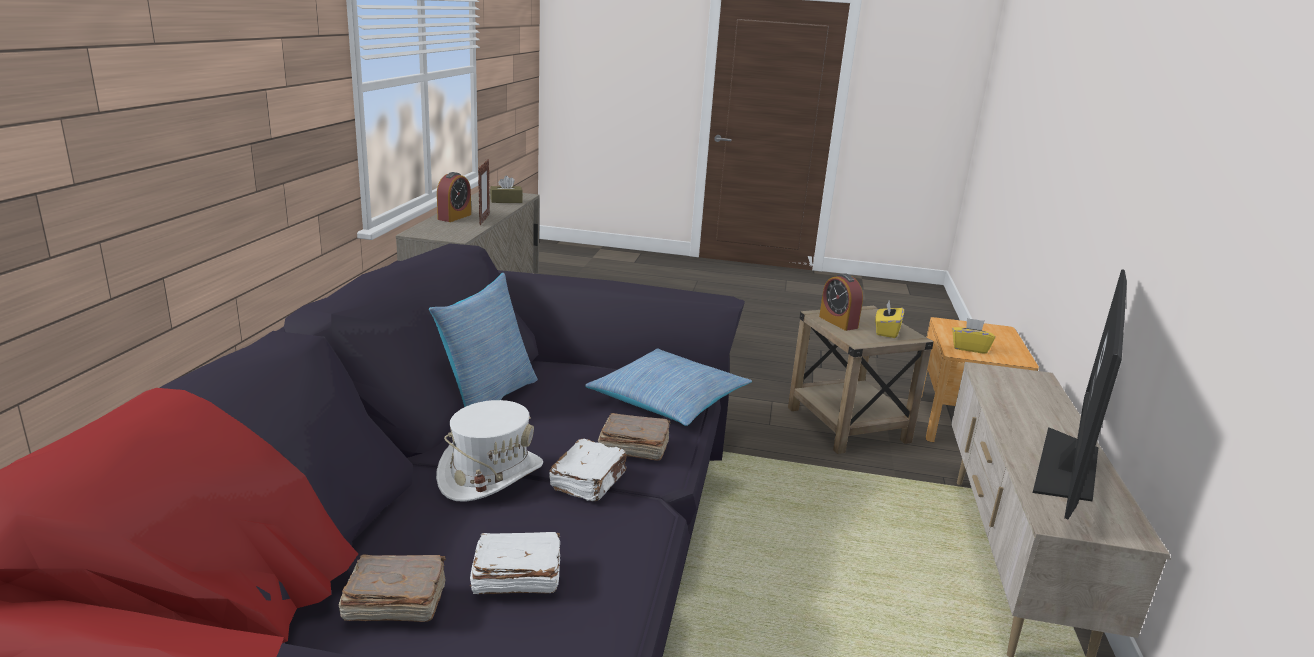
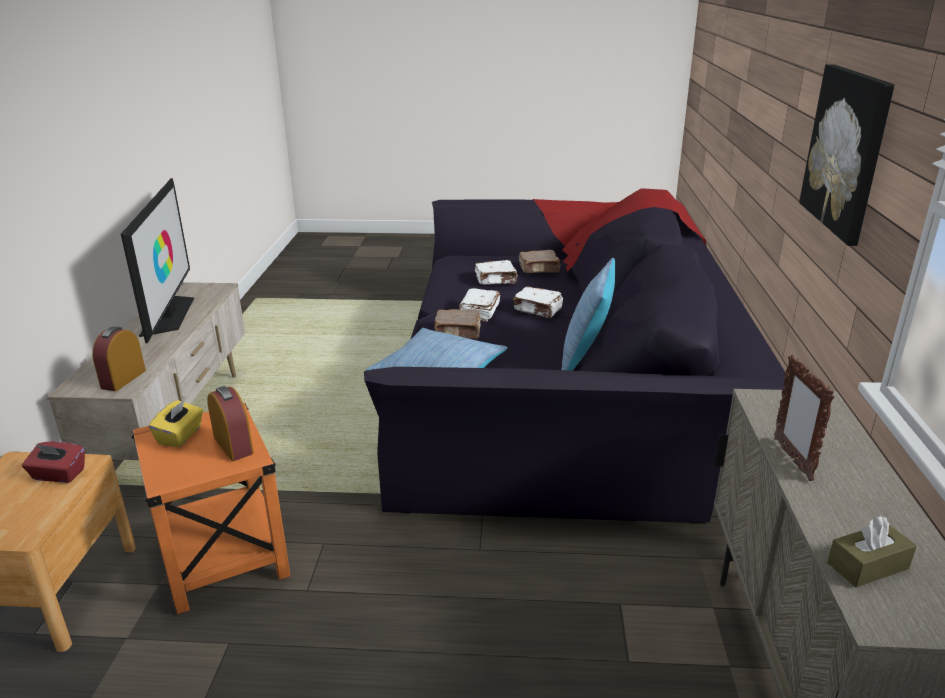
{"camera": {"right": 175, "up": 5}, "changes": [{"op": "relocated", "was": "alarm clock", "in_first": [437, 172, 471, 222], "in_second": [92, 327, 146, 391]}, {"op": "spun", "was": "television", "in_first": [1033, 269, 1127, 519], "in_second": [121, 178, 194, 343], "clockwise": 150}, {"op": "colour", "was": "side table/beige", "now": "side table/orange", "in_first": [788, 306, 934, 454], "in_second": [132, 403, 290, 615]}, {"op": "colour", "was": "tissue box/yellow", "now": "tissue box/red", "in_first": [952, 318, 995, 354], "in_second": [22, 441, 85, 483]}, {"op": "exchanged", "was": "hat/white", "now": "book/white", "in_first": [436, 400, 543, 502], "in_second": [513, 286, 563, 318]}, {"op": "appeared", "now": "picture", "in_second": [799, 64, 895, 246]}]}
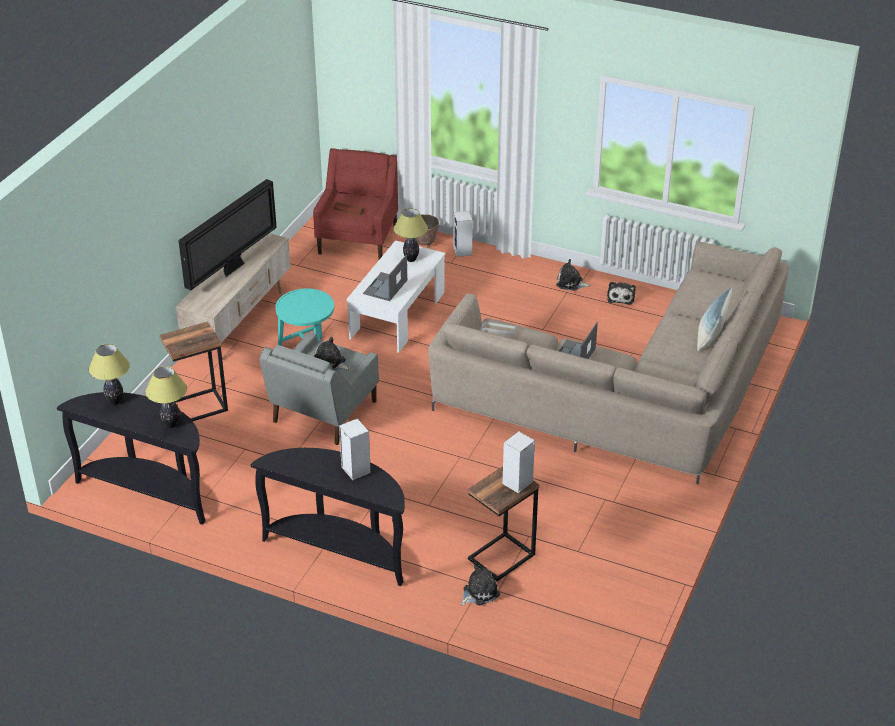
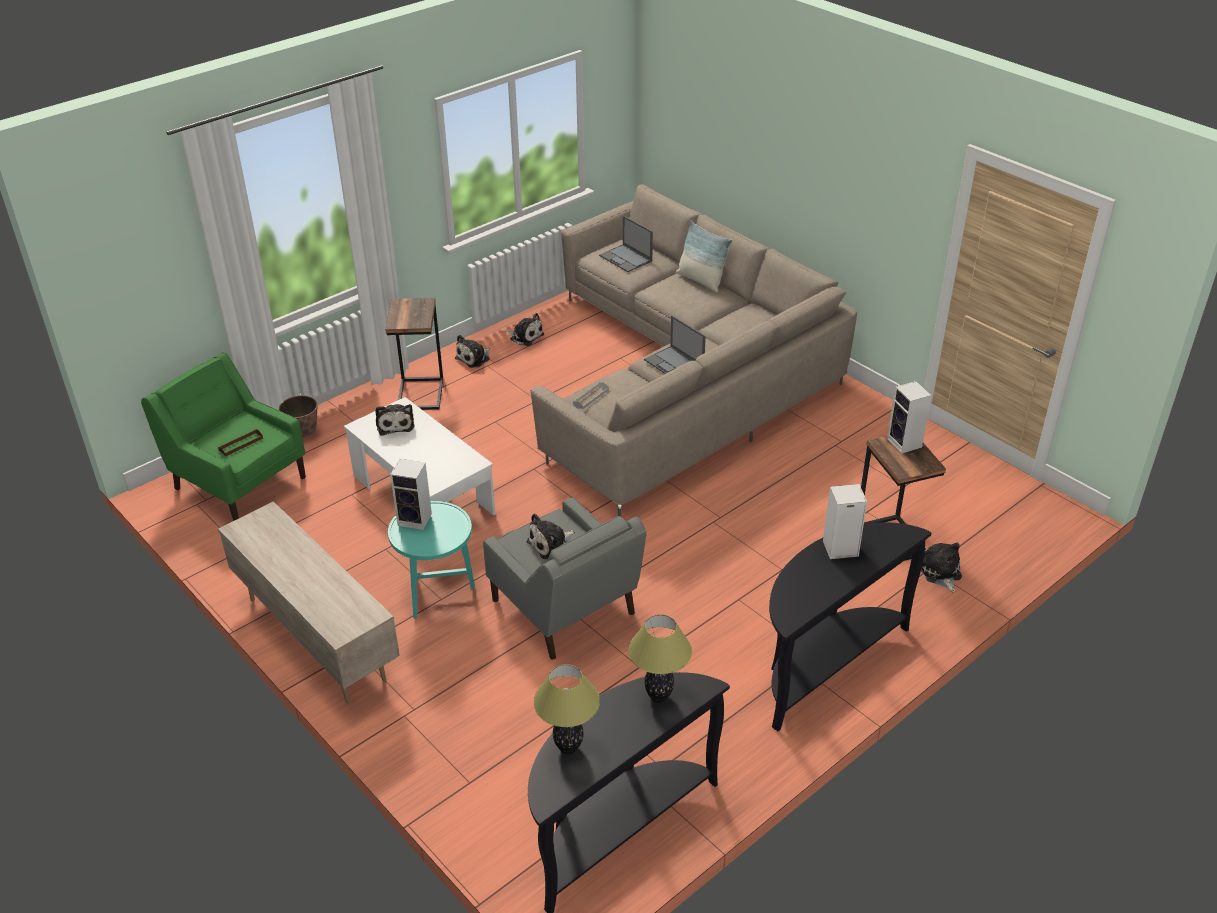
{"camera": {"right": -65, "up": 0}, "changes": [{"op": "colour", "was": "armchair/red", "now": "armchair/green", "in_first": [313, 148, 398, 259], "in_second": [141, 352, 306, 521]}, {"op": "missing", "was": "television", "in_first": [178, 179, 277, 290]}, {"op": "exchanged", "was": "table lamp", "now": "plush toy", "in_first": [394, 208, 428, 262], "in_second": [375, 404, 414, 436]}, {"op": "relocated", "was": "speaker", "in_first": [453, 211, 473, 257], "in_second": [390, 459, 432, 530]}, {"op": "relocated", "was": "laptop", "in_first": [363, 255, 407, 301], "in_second": [599, 215, 653, 272]}, {"op": "relocated", "was": "side table", "in_first": [160, 322, 228, 421], "in_second": [385, 298, 443, 410]}]}
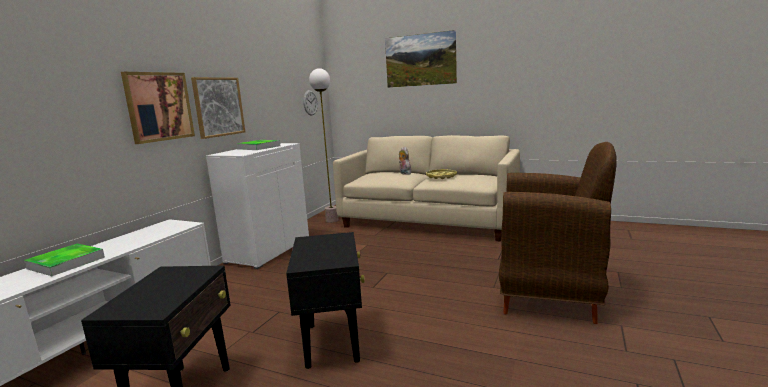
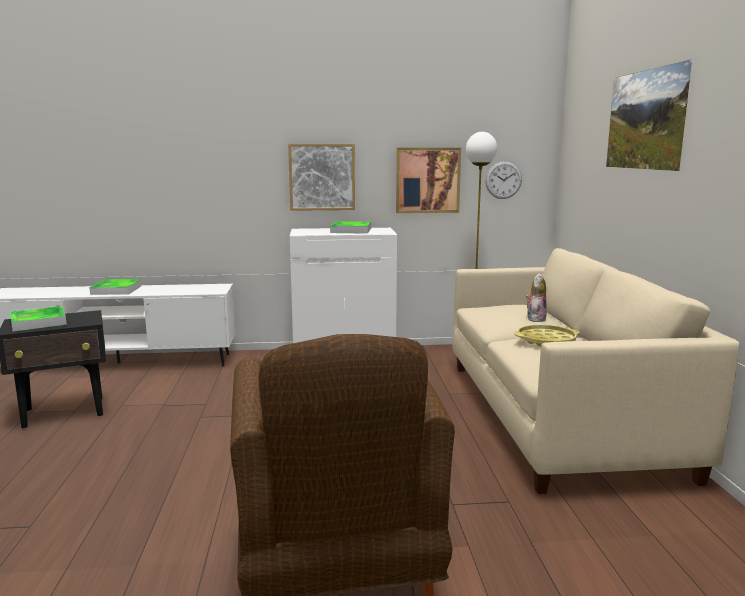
{"camera": {"right": 60, "up": 0}, "changes": [{"op": "relocated", "was": "picture", "in_first": [121, 72, 195, 144], "in_second": [396, 148, 461, 213]}, {"op": "missing", "was": "side table/black", "in_first": [286, 232, 365, 369]}, {"op": "appeared", "now": "tray", "in_second": [10, 306, 67, 332]}]}
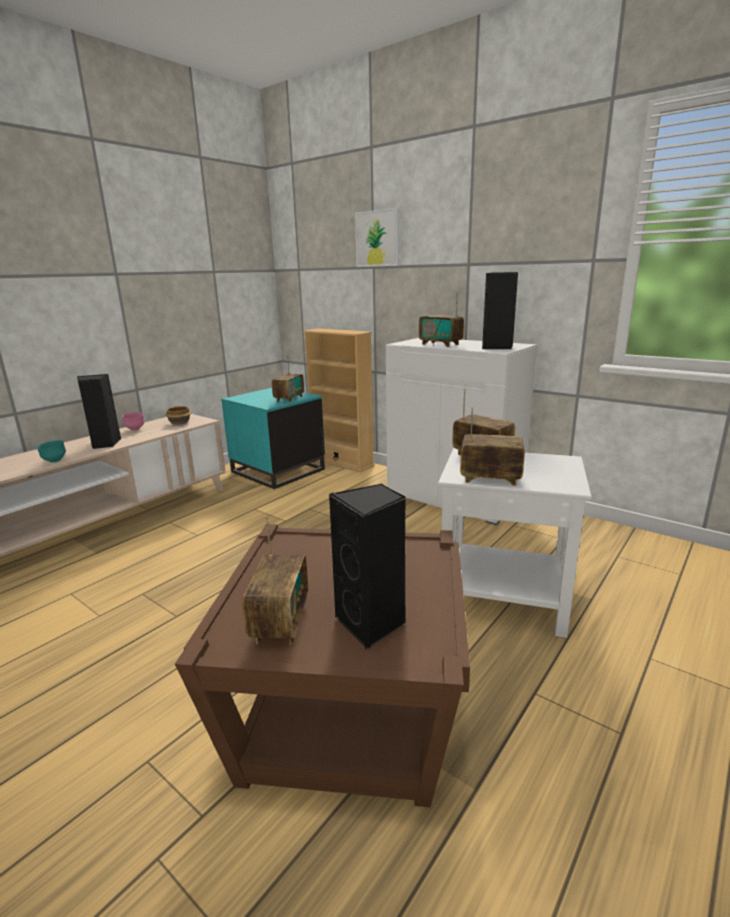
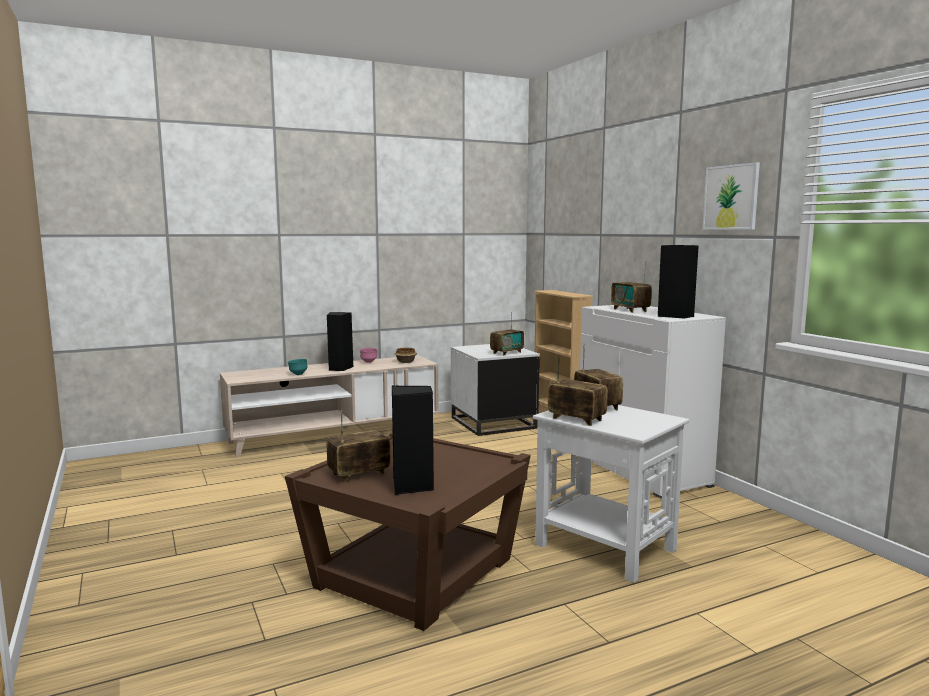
{"camera": {"right": 25, "up": -10}, "changes": [{"op": "relocated", "was": "picture", "in_first": [355, 208, 399, 267], "in_second": [703, 162, 760, 230]}, {"op": "colour", "was": "side table/turquoise", "now": "side table/white", "in_first": [221, 388, 325, 489], "in_second": [451, 344, 540, 436]}, {"op": "spun", "was": "radio", "in_first": [242, 516, 308, 645], "in_second": [327, 410, 391, 483], "clockwise": -150}]}
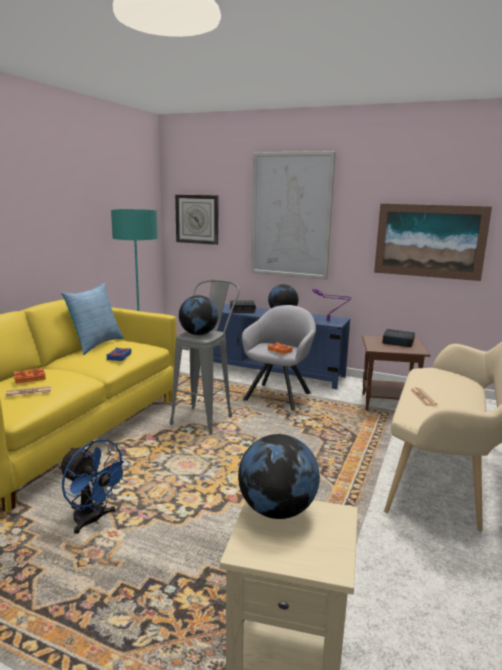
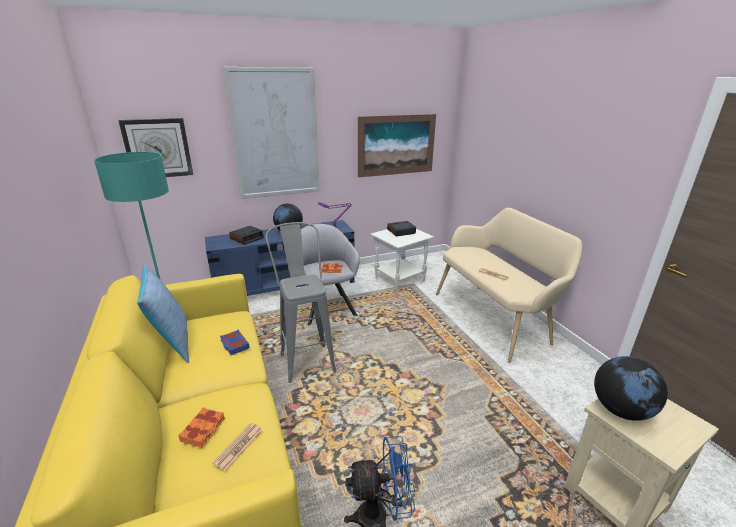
{"camera": {"right": -45, "up": 10}, "changes": [{"op": "missing", "was": "globe", "in_first": [179, 295, 218, 335]}, {"op": "colour", "was": "side table/brown", "now": "side table/white", "in_first": [362, 336, 430, 411], "in_second": [370, 229, 434, 292]}]}
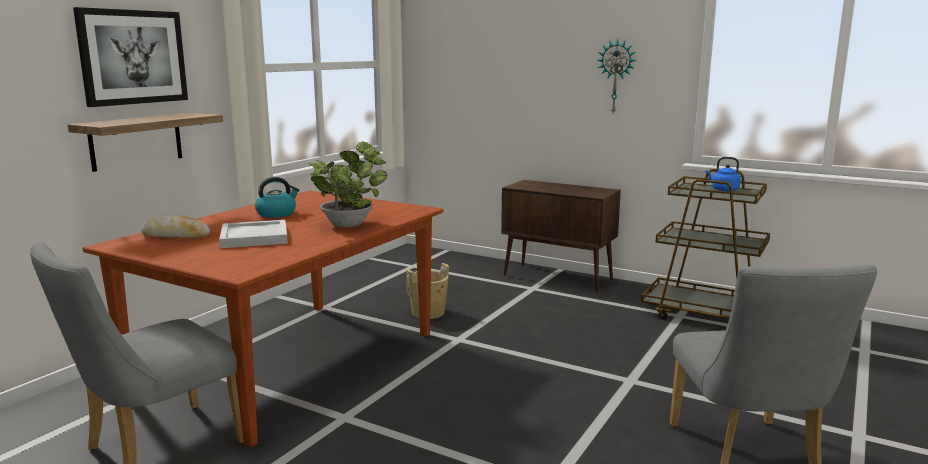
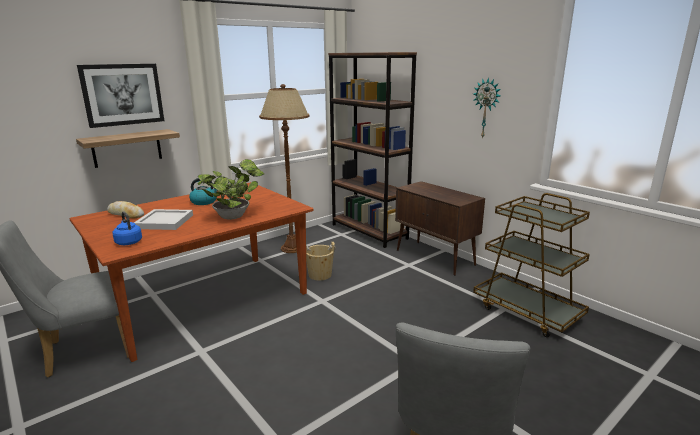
{"camera": {"right": 20, "up": 5}, "changes": [{"op": "relocated", "was": "kettle/blue", "in_first": [706, 157, 741, 191], "in_second": [112, 211, 142, 245]}, {"op": "appeared", "now": "bookcase/brown", "in_second": [328, 52, 417, 248]}, {"op": "appeared", "now": "floor lamp/brown", "in_second": [259, 84, 310, 253]}]}
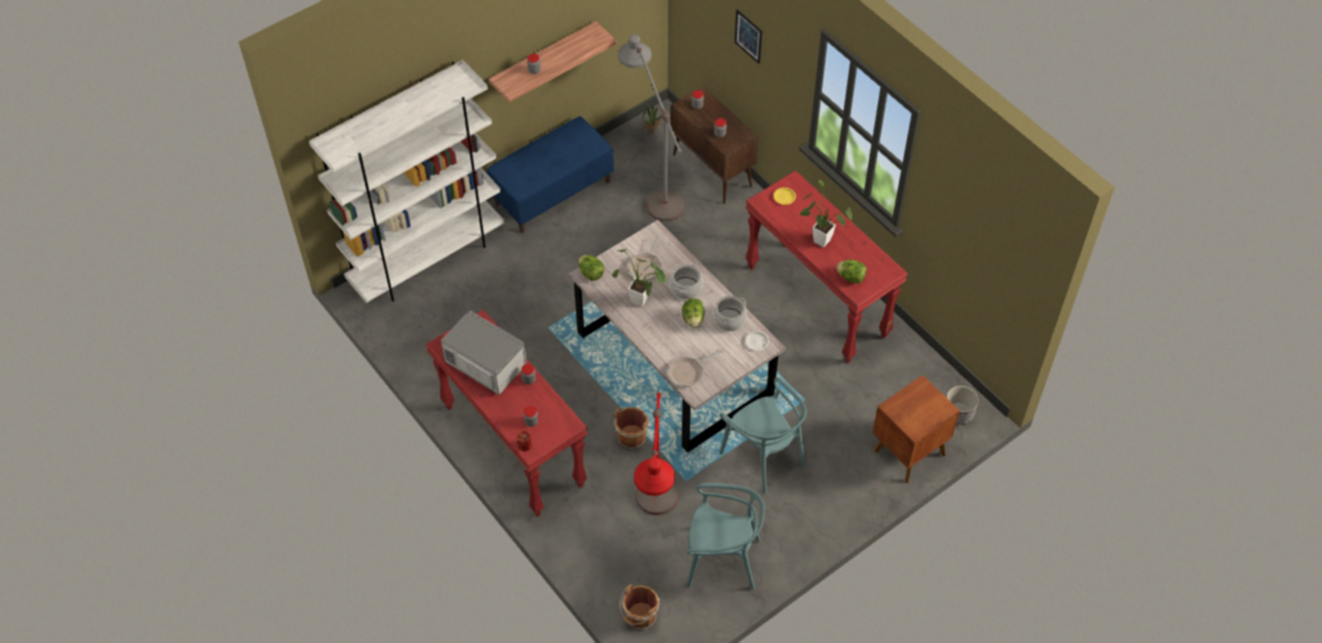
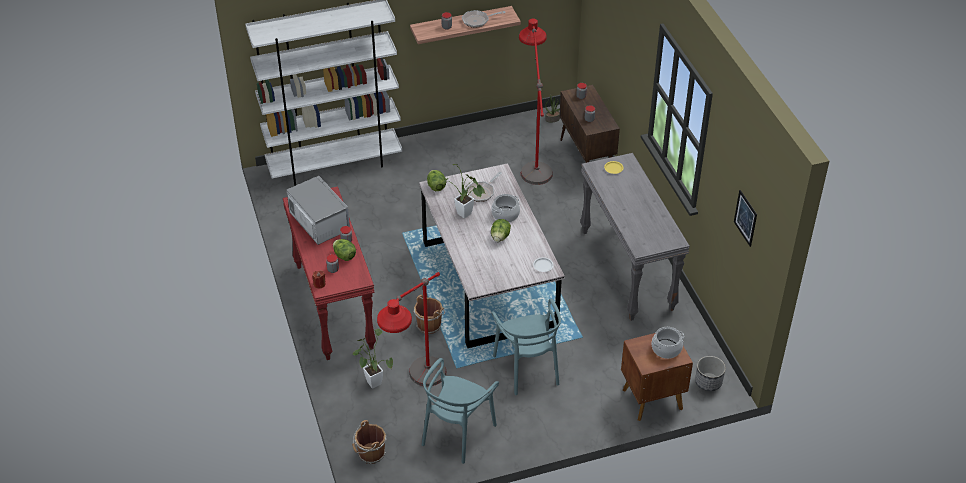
{"camera": {"right": 20, "up": -10}, "changes": [{"op": "relocated", "was": "picture", "in_first": [735, 9, 762, 64], "in_second": [734, 190, 757, 247]}, {"op": "colour", "was": "floor lamp/grey", "now": "floor lamp/red", "in_first": [618, 35, 685, 222], "in_second": [519, 18, 553, 185]}, {"op": "missing", "was": "bench/blue", "in_first": [487, 116, 614, 233]}, {"op": "colour", "was": "console table/red", "now": "console table/grey", "in_first": [746, 170, 908, 364], "in_second": [580, 153, 690, 321]}, {"op": "relocated", "was": "potted plant", "in_first": [800, 180, 852, 247], "in_second": [353, 329, 393, 389]}, {"op": "relocated", "was": "lettuce", "in_first": [836, 259, 867, 284], "in_second": [333, 239, 356, 261]}, {"op": "relocated", "was": "cooking pot", "in_first": [713, 296, 747, 331], "in_second": [652, 327, 684, 359]}, {"op": "relocated", "was": "frying pan", "in_first": [668, 349, 720, 387], "in_second": [462, 10, 506, 28]}, {"op": "spun", "was": "chair/turquoise", "in_first": [686, 483, 765, 590], "in_second": [422, 358, 499, 464], "clockwise": 90}]}
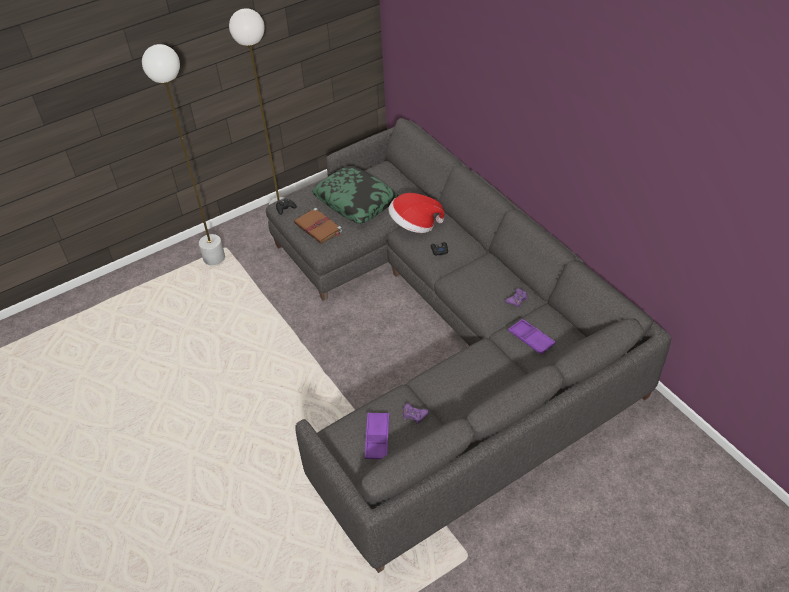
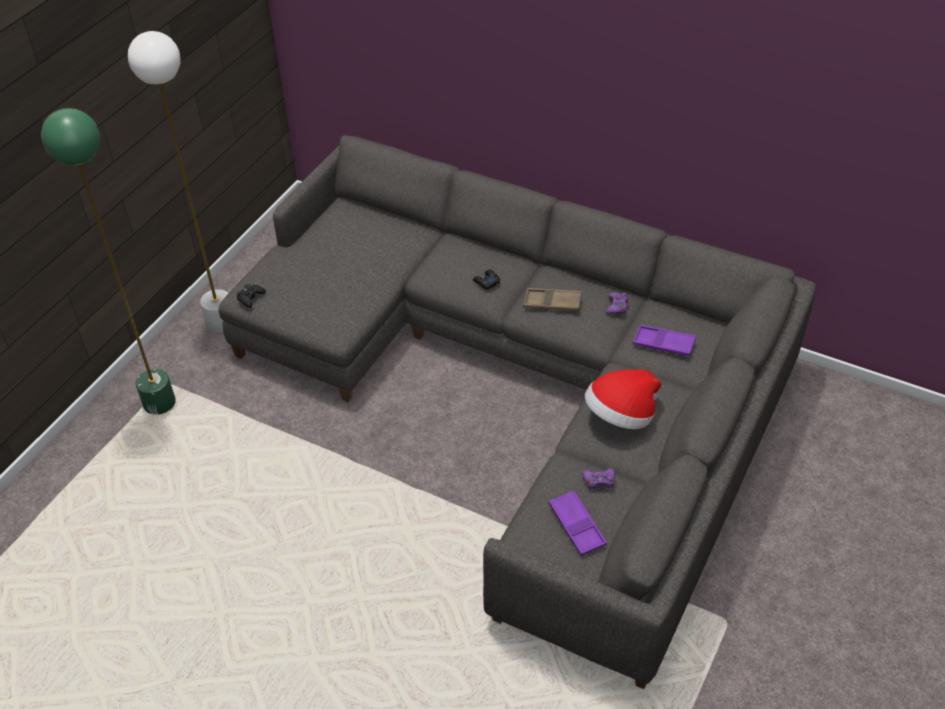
{"camera": {"right": -30, "up": 0}, "changes": [{"op": "colour", "was": "floor lamp/white", "now": "floor lamp/green", "in_first": [142, 44, 225, 265], "in_second": [41, 108, 176, 415]}, {"op": "missing", "was": "pillow", "in_first": [312, 166, 398, 224]}, {"op": "relocated", "was": "hat", "in_first": [389, 193, 444, 233], "in_second": [585, 370, 661, 429]}, {"op": "missing", "was": "book/brown", "in_first": [294, 208, 342, 244]}, {"op": "appeared", "now": "tray/brown", "in_second": [523, 288, 582, 311]}]}
